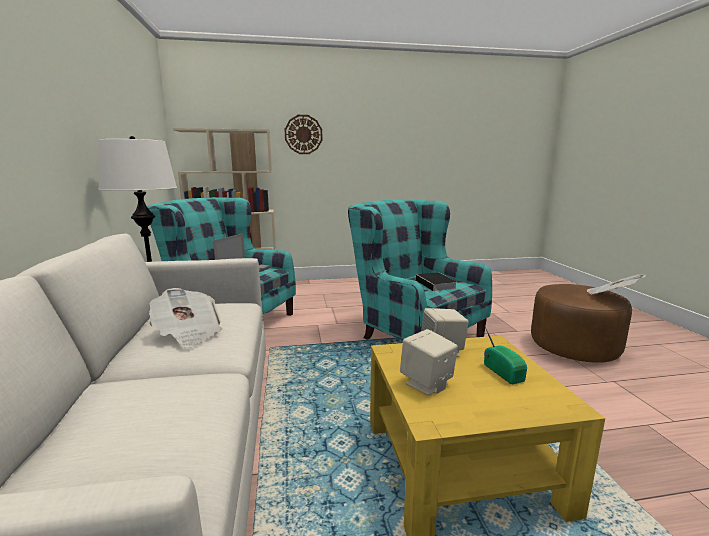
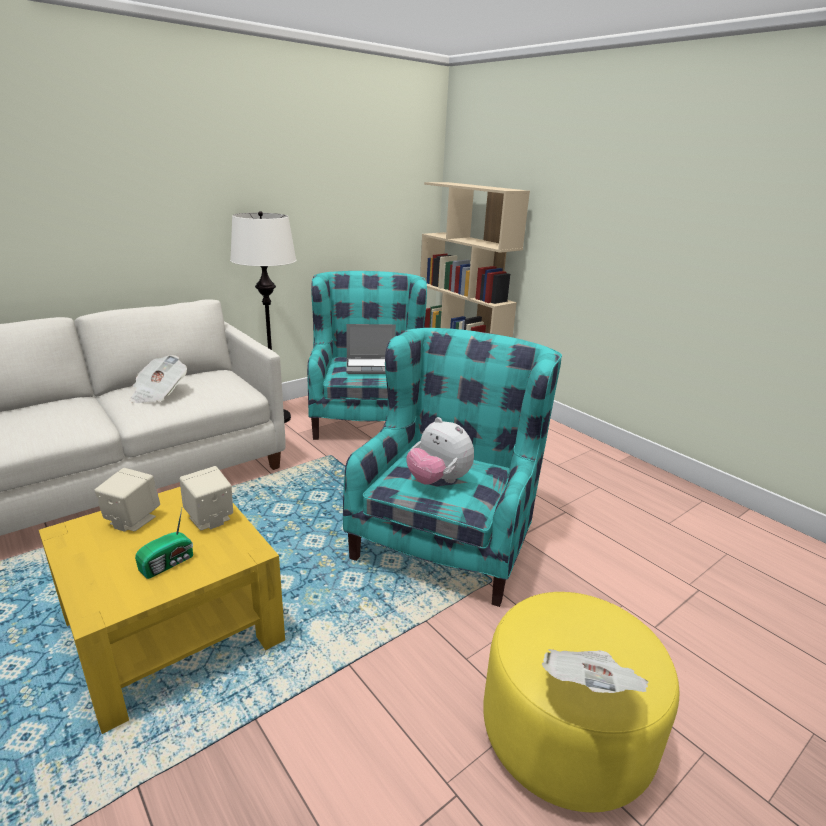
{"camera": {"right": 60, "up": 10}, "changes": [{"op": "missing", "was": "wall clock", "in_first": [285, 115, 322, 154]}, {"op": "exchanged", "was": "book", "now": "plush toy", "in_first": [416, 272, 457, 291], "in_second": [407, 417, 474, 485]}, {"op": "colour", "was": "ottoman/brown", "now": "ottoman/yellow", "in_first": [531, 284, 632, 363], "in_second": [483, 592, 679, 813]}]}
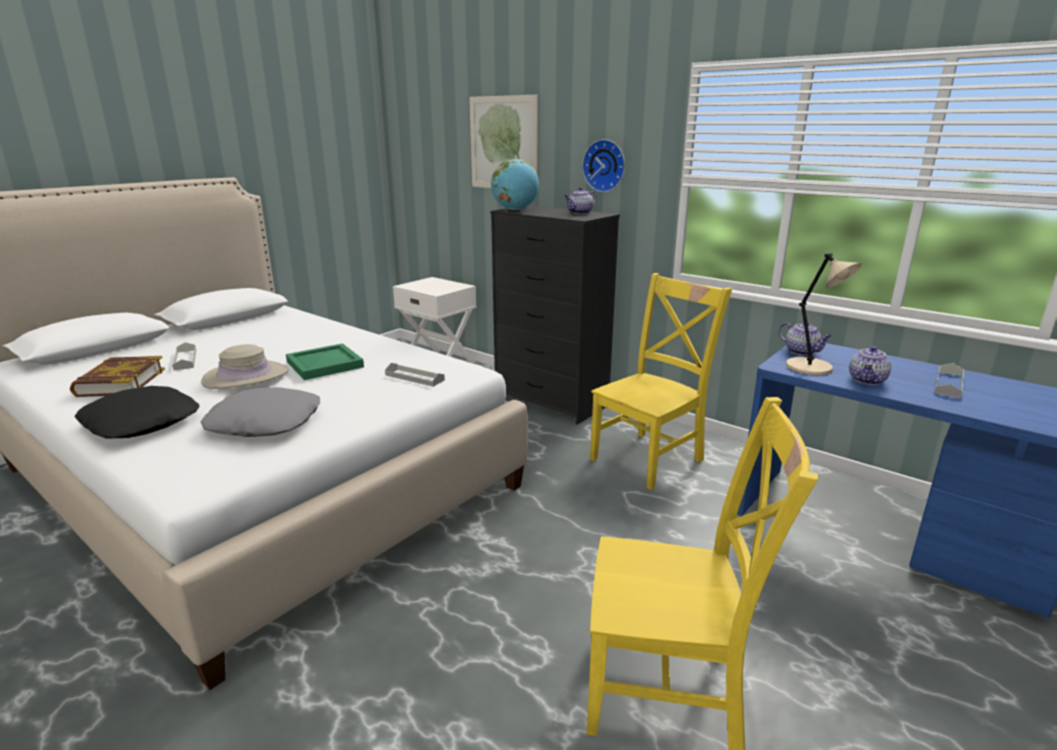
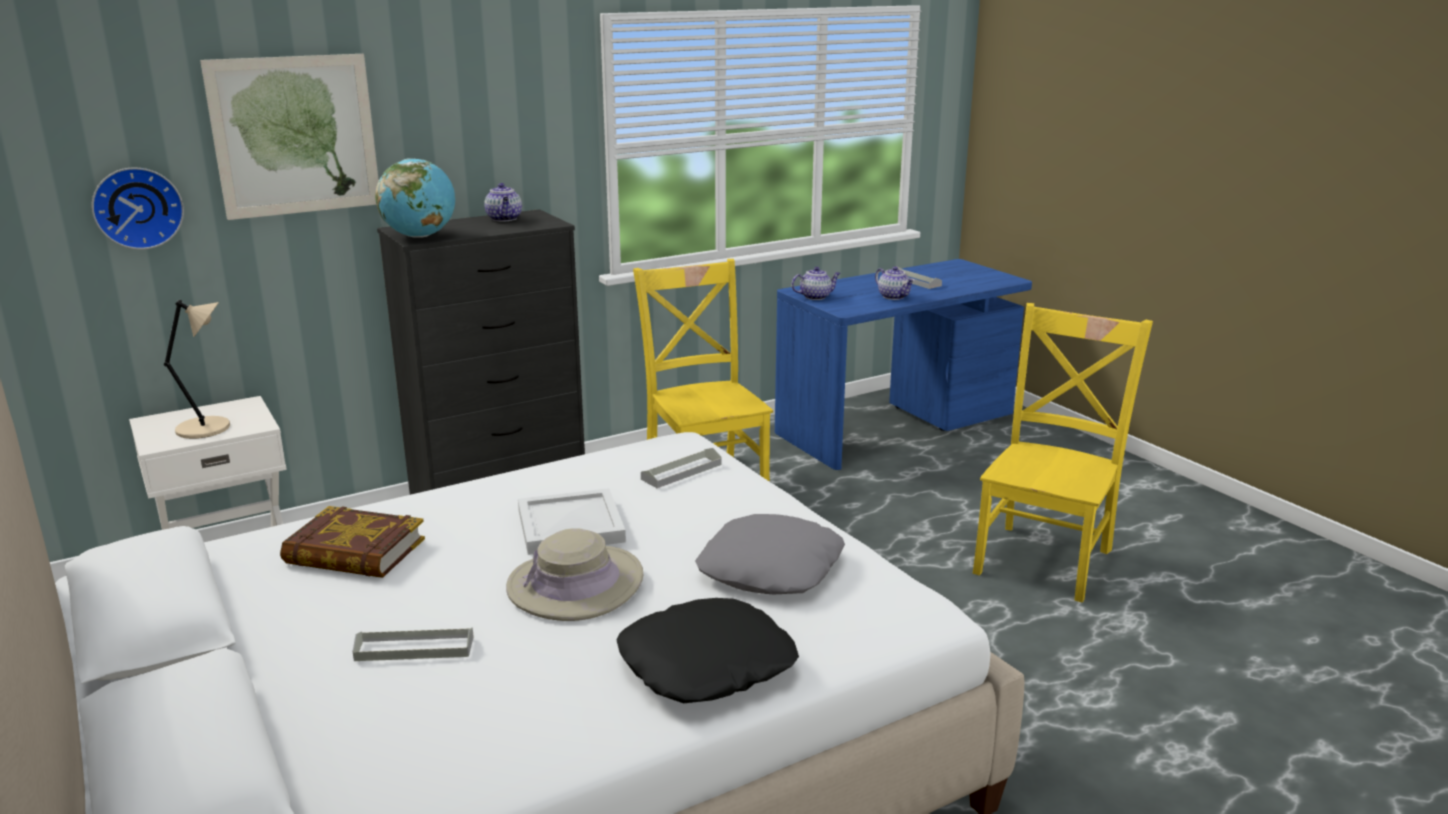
{"camera": {"right": -70, "up": 0}, "changes": [{"op": "relocated", "was": "wall clock", "in_first": [582, 139, 625, 192], "in_second": [91, 167, 184, 250]}, {"op": "relocated", "was": "table lamp/beige", "in_first": [786, 253, 862, 375], "in_second": [164, 300, 230, 439]}, {"op": "colour", "was": "tray/green", "now": "tray/white", "in_first": [286, 343, 364, 380], "in_second": [518, 488, 626, 555]}, {"op": "relocated", "was": "book", "in_first": [70, 356, 165, 397], "in_second": [280, 506, 425, 578]}]}
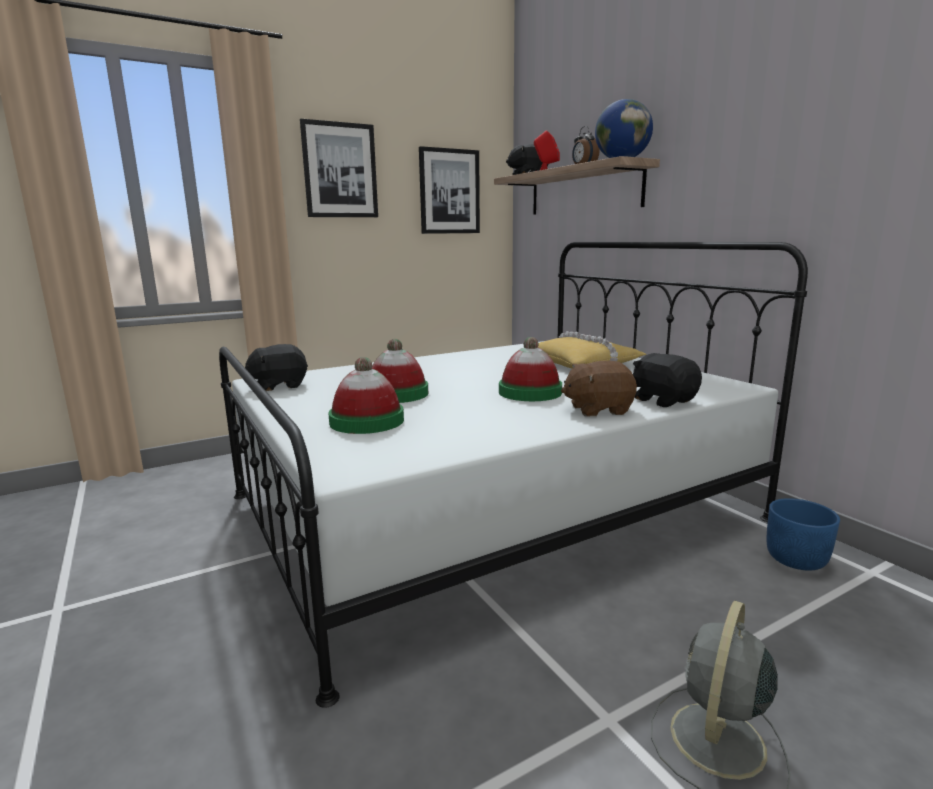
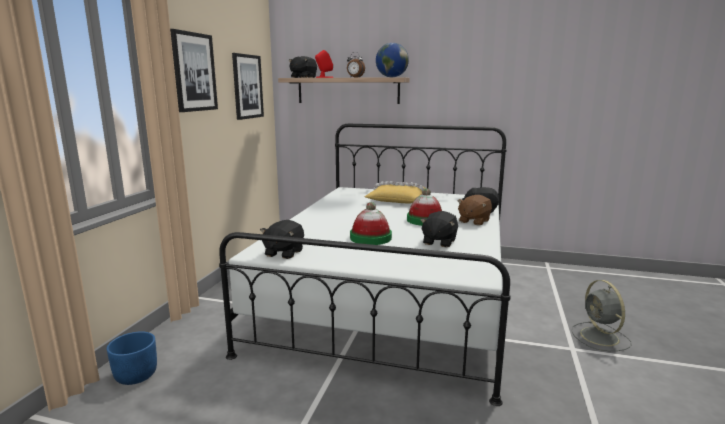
{"camera": {"right": -45, "up": 0}, "changes": [{"op": "missing", "was": "hat", "in_first": [328, 357, 404, 434]}, {"op": "relocated", "was": "planter/blue", "in_first": [767, 498, 840, 571], "in_second": [107, 332, 157, 385]}, {"op": "appeared", "now": "plush toy/black", "in_second": [420, 211, 458, 247]}]}
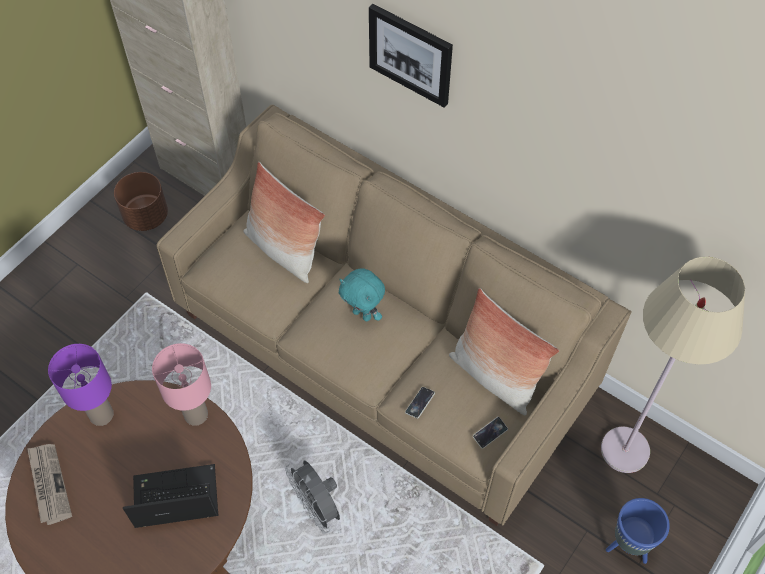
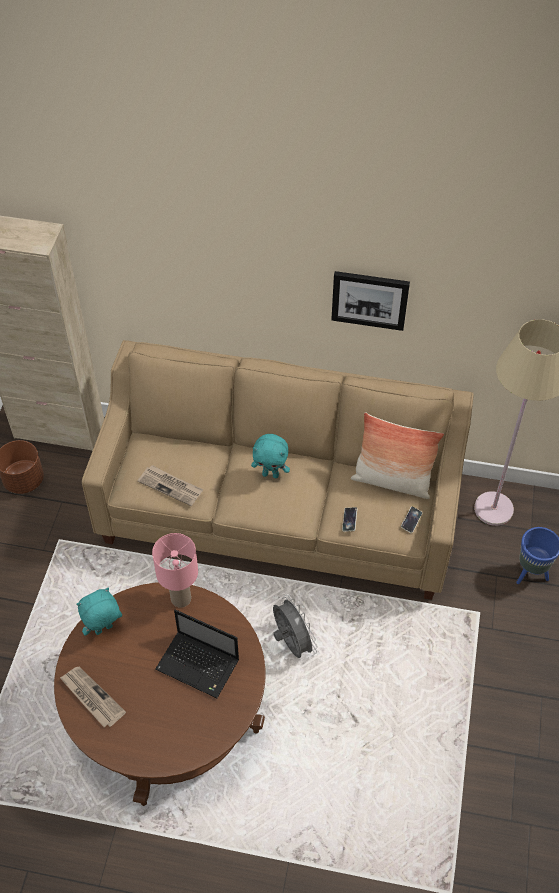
{"camera": {"right": -25, "up": -5}, "changes": [{"op": "relocated", "was": "picture", "in_first": [369, 4, 453, 108], "in_second": [331, 271, 410, 331]}, {"op": "missing", "was": "pillow", "in_first": [244, 162, 325, 283]}, {"op": "exchanged", "was": "table lamp/purple", "now": "plush toy/turquoise", "in_first": [48, 344, 114, 426], "in_second": [76, 588, 122, 635]}, {"op": "spun", "was": "fan/grey", "in_first": [285, 460, 340, 534], "in_second": [273, 595, 317, 658], "clockwise": -150}, {"op": "spun", "was": "laptop", "in_first": [123, 464, 219, 528], "in_second": [155, 609, 239, 698], "clockwise": -120}, {"op": "appeared", "now": "newspaper", "in_second": [138, 465, 203, 506]}]}
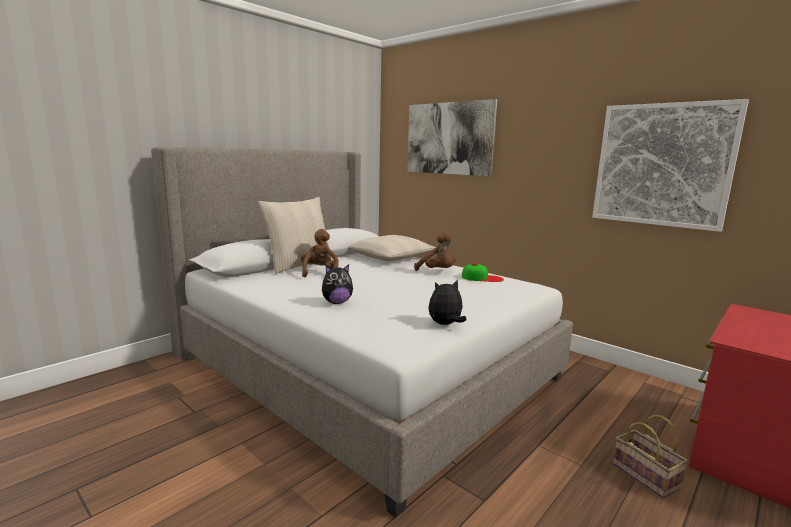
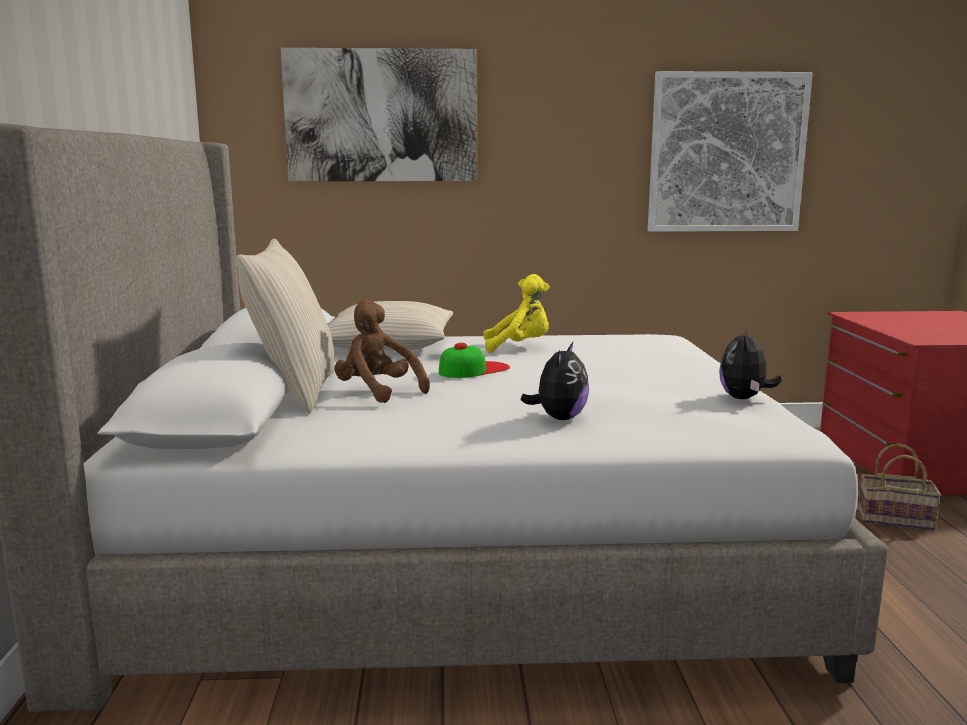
{"camera": {"right": -45, "up": 0}, "changes": [{"op": "colour", "was": "plush toy/brown", "now": "plush toy/yellow", "in_first": [414, 231, 456, 271], "in_second": [483, 274, 550, 353]}, {"op": "relocated", "was": "cap", "in_first": [462, 262, 504, 282], "in_second": [439, 343, 510, 378]}]}
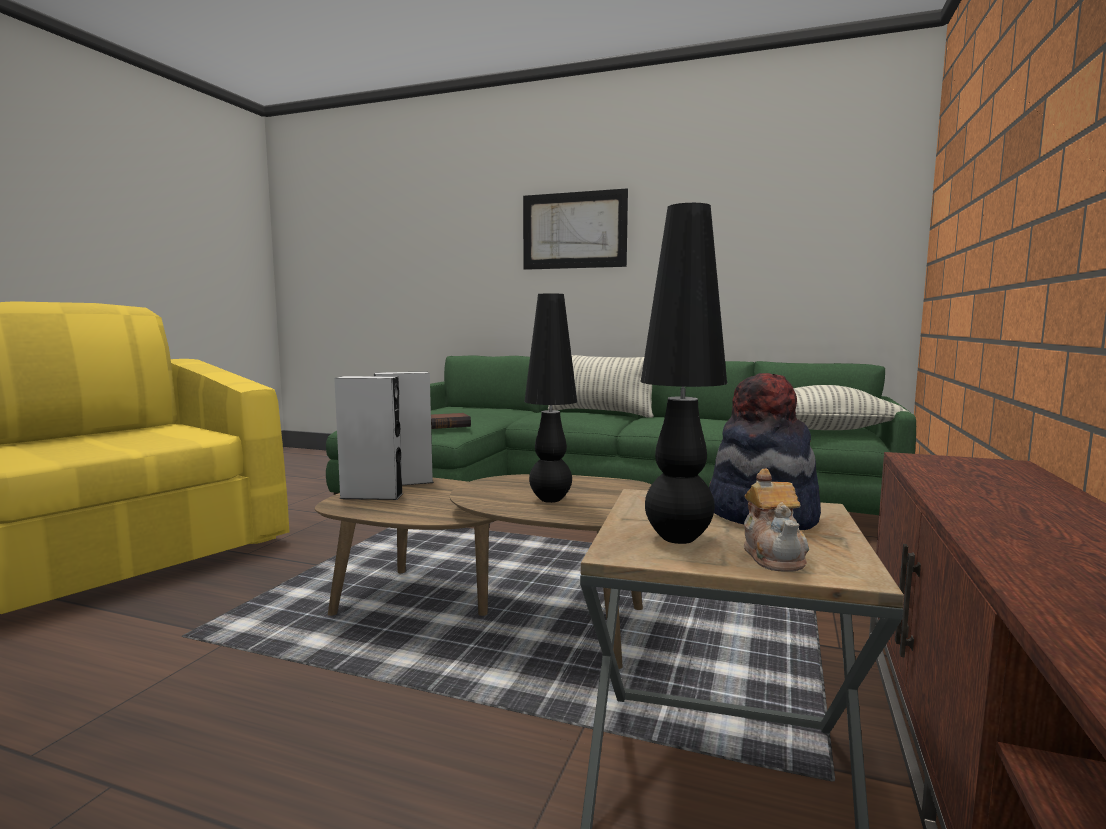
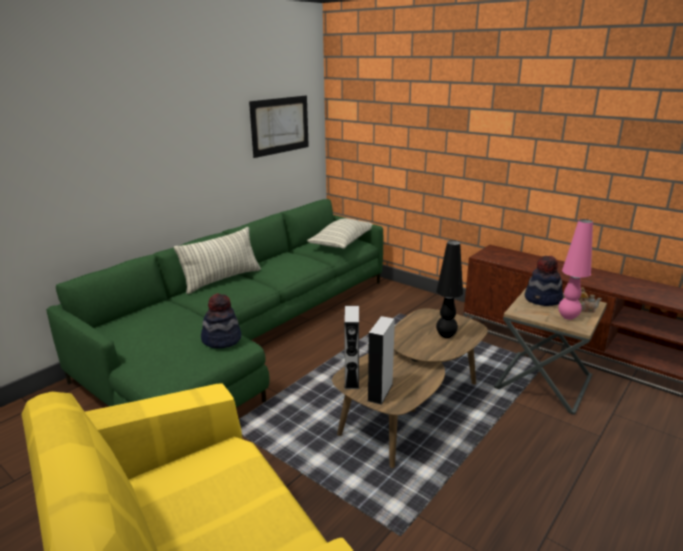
{"camera": {"right": -70, "up": 15}, "changes": [{"op": "relocated", "was": "picture", "in_first": [523, 188, 628, 270], "in_second": [249, 96, 309, 158]}, {"op": "colour", "was": "table lamp/black", "now": "table lamp/pink", "in_first": [640, 203, 727, 544], "in_second": [558, 219, 593, 320]}, {"op": "exchanged", "was": "book", "now": "hat", "in_first": [431, 413, 471, 429], "in_second": [201, 293, 241, 348]}]}
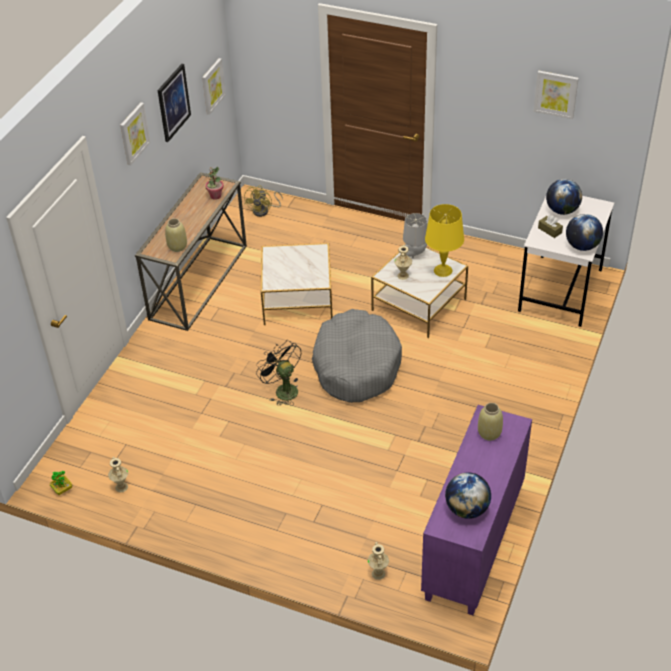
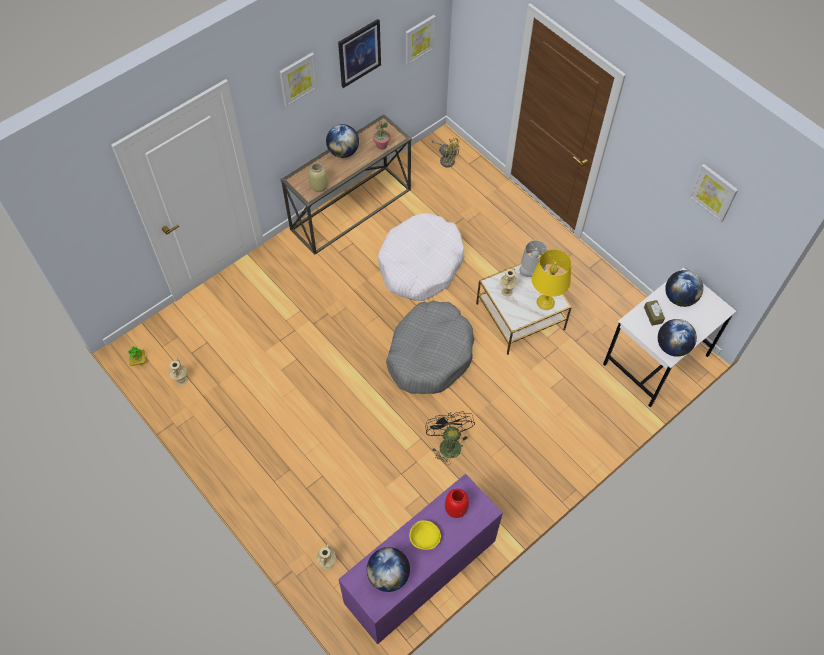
{"camera": {"right": 25, "up": 15}, "changes": [{"op": "spun", "was": "fan/yellow", "in_first": [244, 185, 283, 217], "in_second": [432, 138, 459, 168], "clockwise": -105}, {"op": "exchanged", "was": "side table", "now": "dog bed/white", "in_first": [261, 243, 332, 325], "in_second": [378, 213, 464, 301]}, {"op": "relocated", "was": "fan/black", "in_first": [256, 340, 301, 406], "in_second": [426, 411, 475, 465]}, {"op": "colour", "was": "vase/beige", "now": "vase/red", "in_first": [478, 403, 503, 441], "in_second": [445, 489, 469, 518]}, {"op": "appeared", "now": "globe", "in_second": [326, 124, 359, 158]}, {"op": "appeared", "now": "bowl/yellow", "in_second": [409, 520, 441, 550]}]}
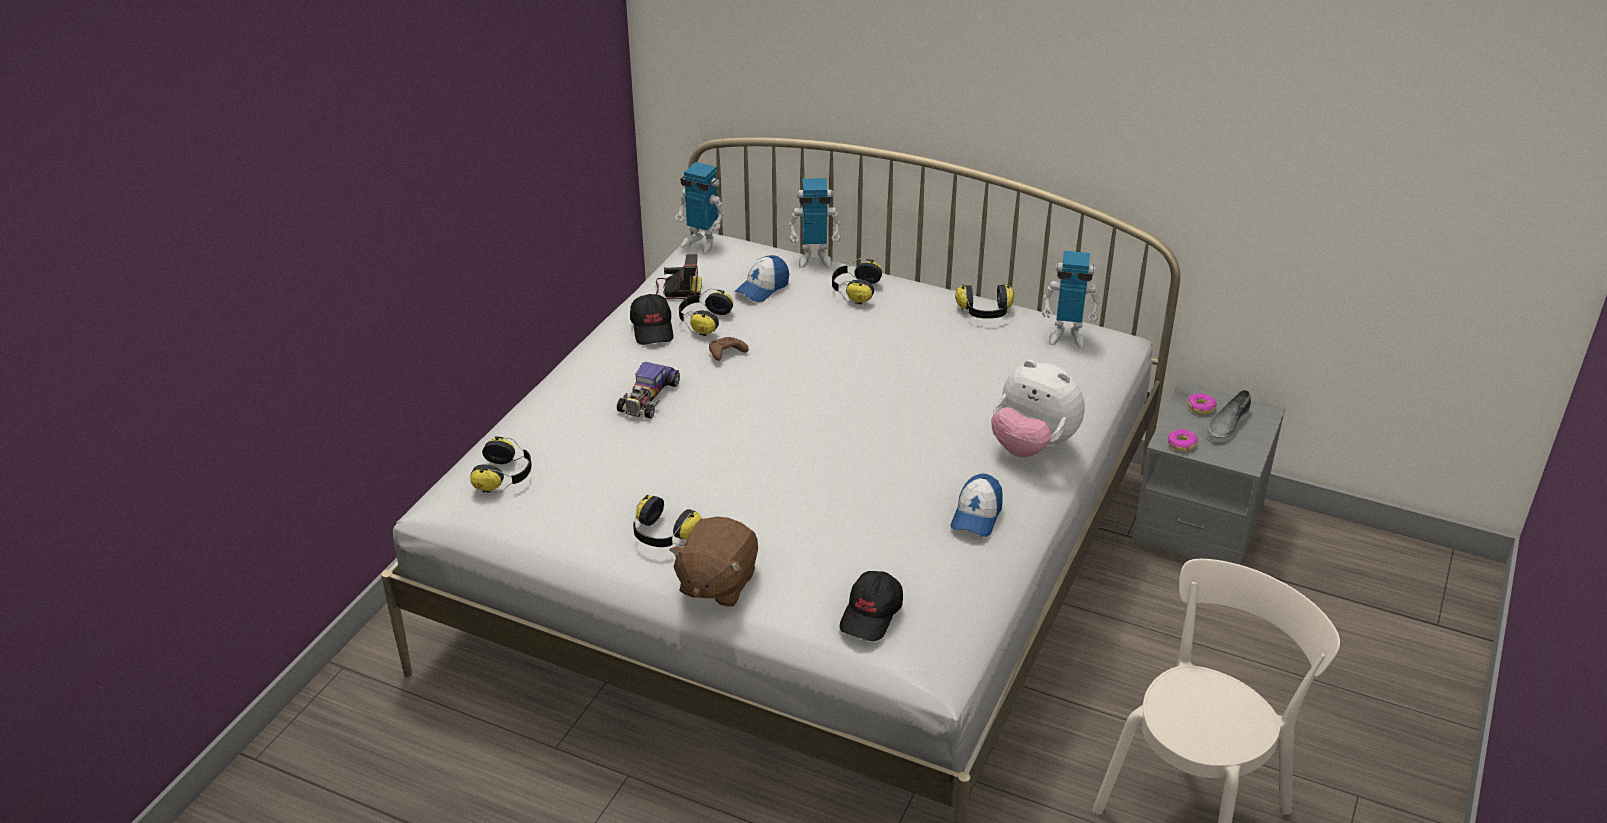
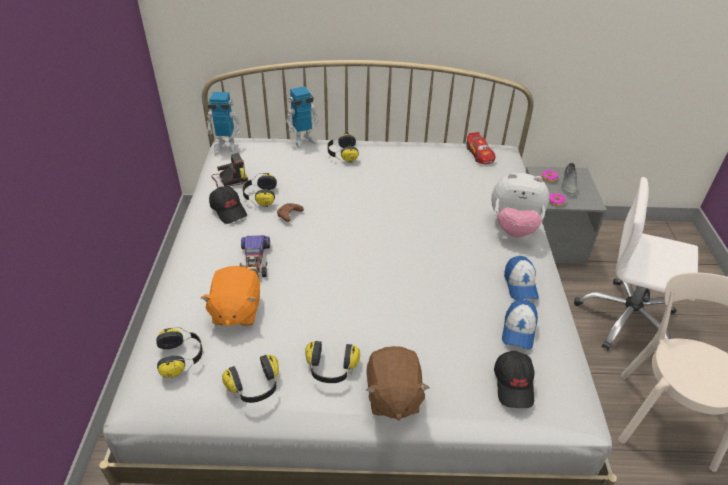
{"camera": {"right": -25, "up": 5}, "changes": [{"op": "exchanged", "was": "toy robot", "now": "toy car", "in_first": [1042, 251, 1100, 348], "in_second": [466, 132, 495, 164]}, {"op": "relocated", "was": "cap", "in_first": [734, 255, 789, 302], "in_second": [502, 299, 538, 349]}, {"op": "relocated", "was": "headphones", "in_first": [955, 284, 1015, 319], "in_second": [222, 355, 279, 403]}, {"op": "appeared", "now": "office chair/white", "in_second": [574, 177, 698, 350]}, {"op": "appeared", "now": "plush toy/orange", "in_second": [201, 266, 260, 326]}]}
